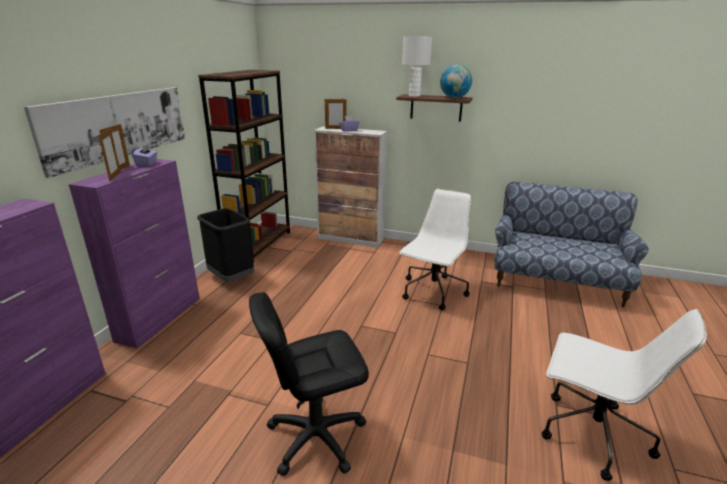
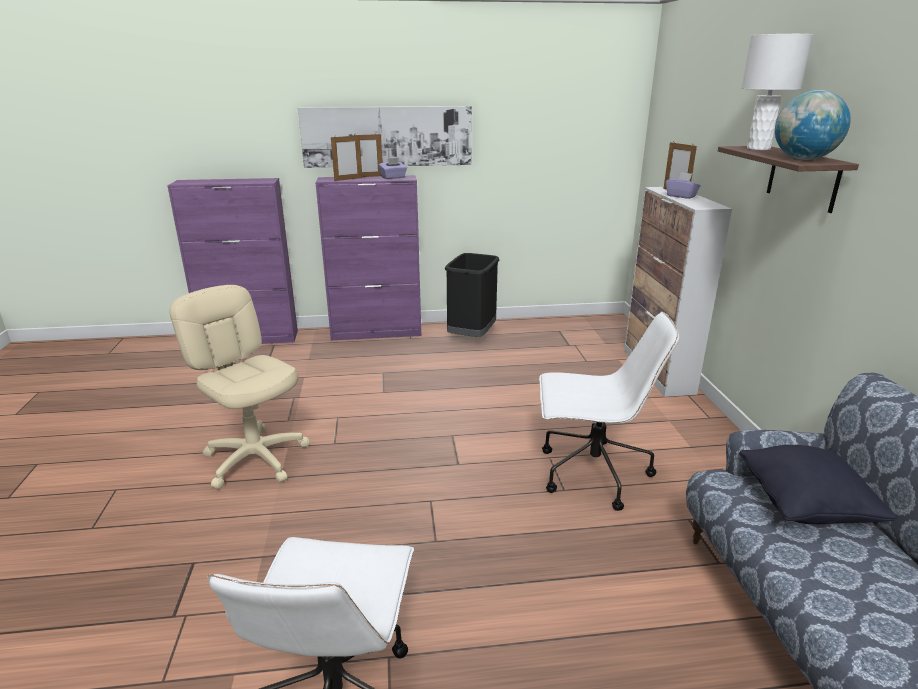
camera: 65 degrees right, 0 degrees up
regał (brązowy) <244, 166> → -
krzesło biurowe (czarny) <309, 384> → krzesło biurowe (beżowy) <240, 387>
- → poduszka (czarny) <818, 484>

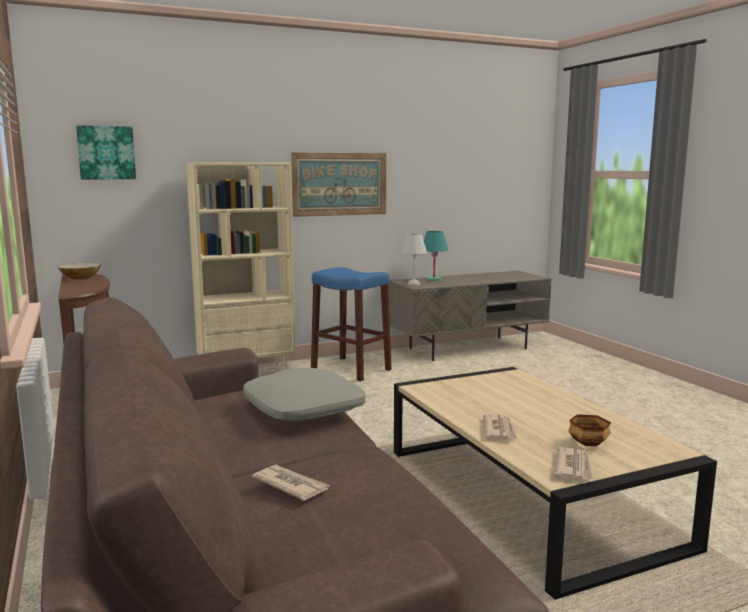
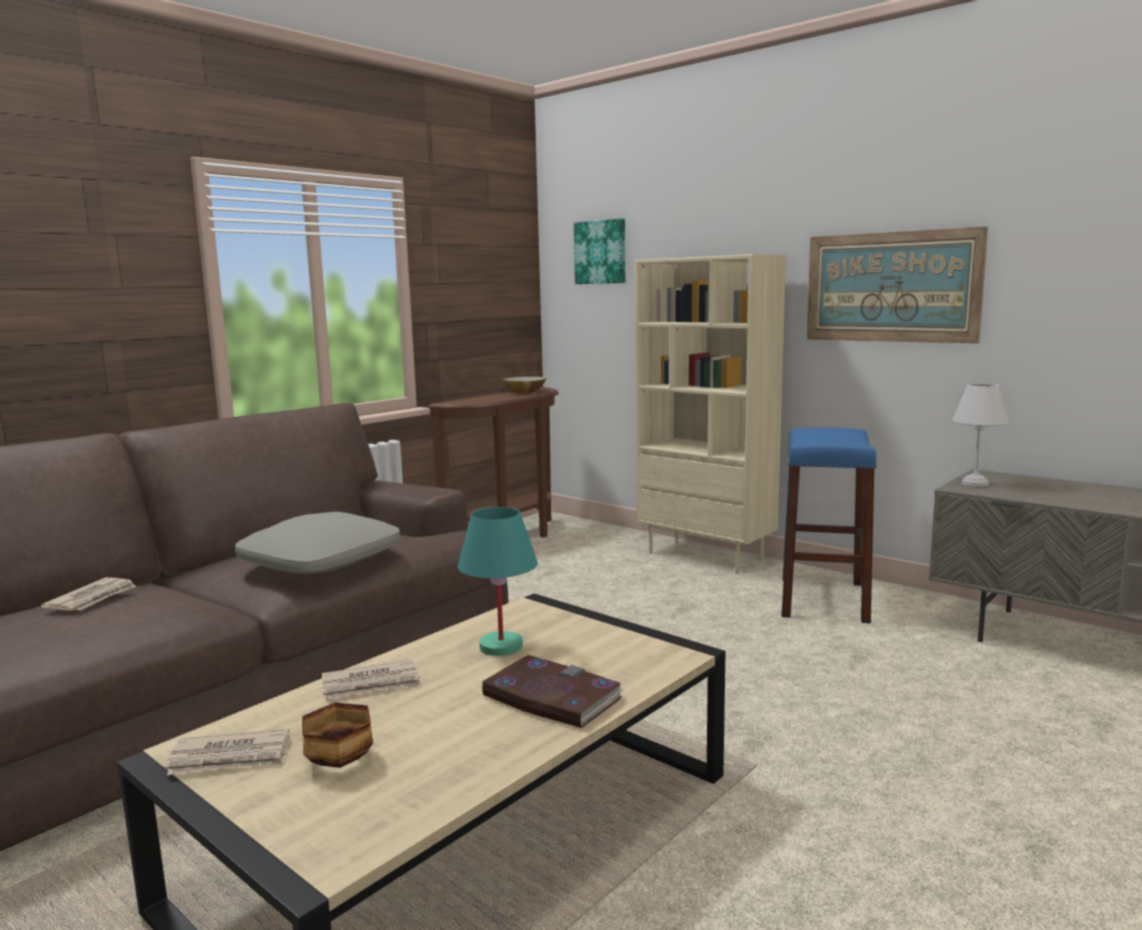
camera: 65 degrees right, 0 degrees up
lampa stołowa (turkusowy) <436, 256> → lampa stołowa (turkusowy) <497, 581>, move
- → książka <553, 691>

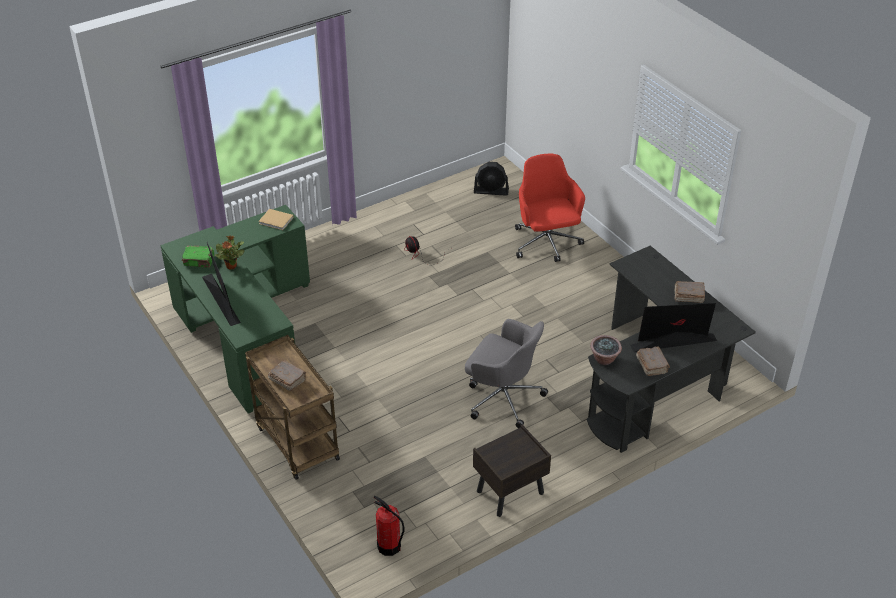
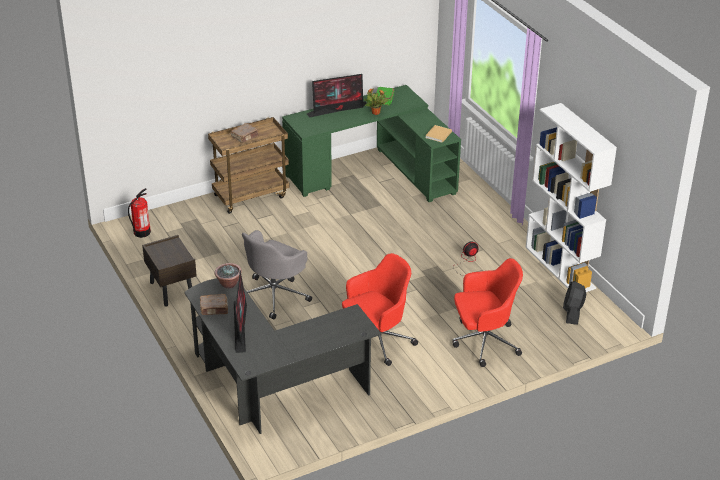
camera: 95 degrees right, 5 degrees down
książka (brązowy) <689, 292> → -
- → krzesło biurowe (czerwony) <380, 309>
- → regał (biały) <571, 197>

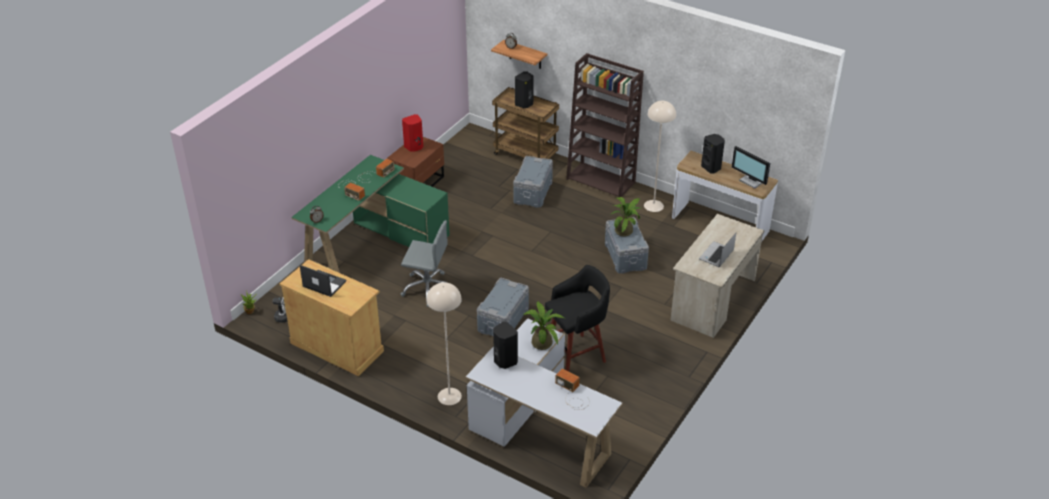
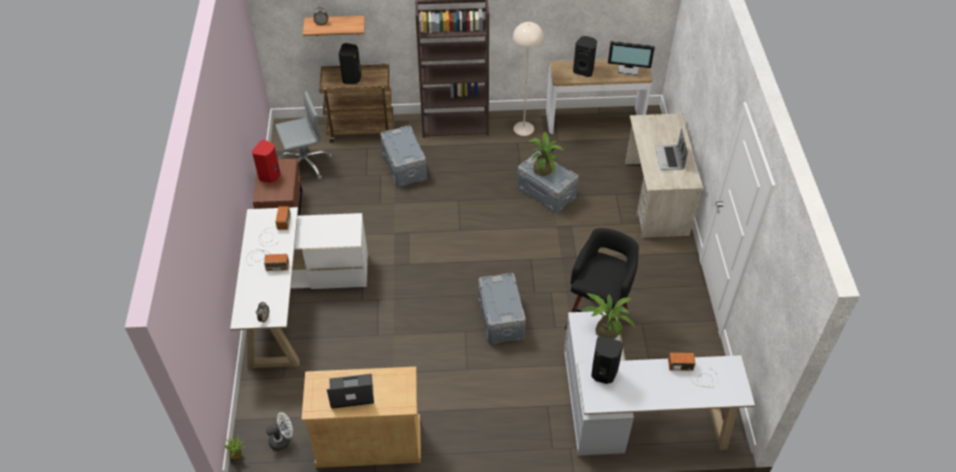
camera: 35 degrees left, 10 degrees up
biurko (zielony) <370, 214> → biurko (biały) <299, 287>
krzesło biurowe (szary) <424, 263> → krzesło biurowe (szary) <303, 135>, move
lampa stojąca (beżowy) <444, 343> → -

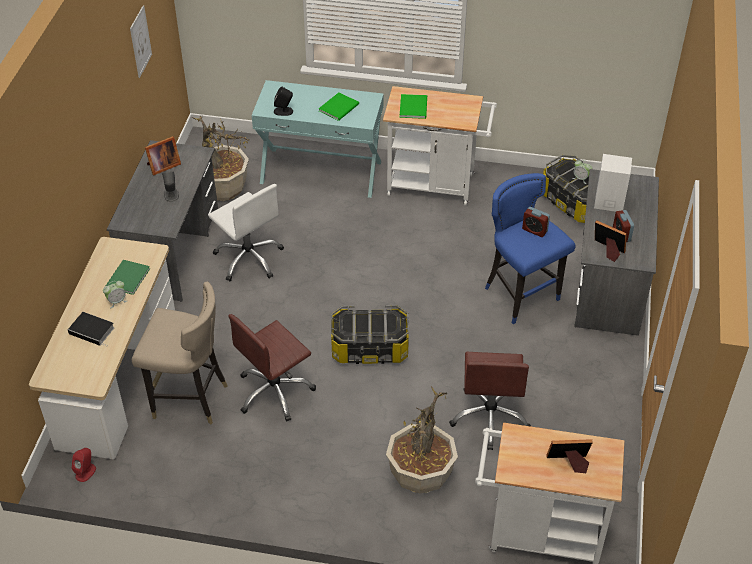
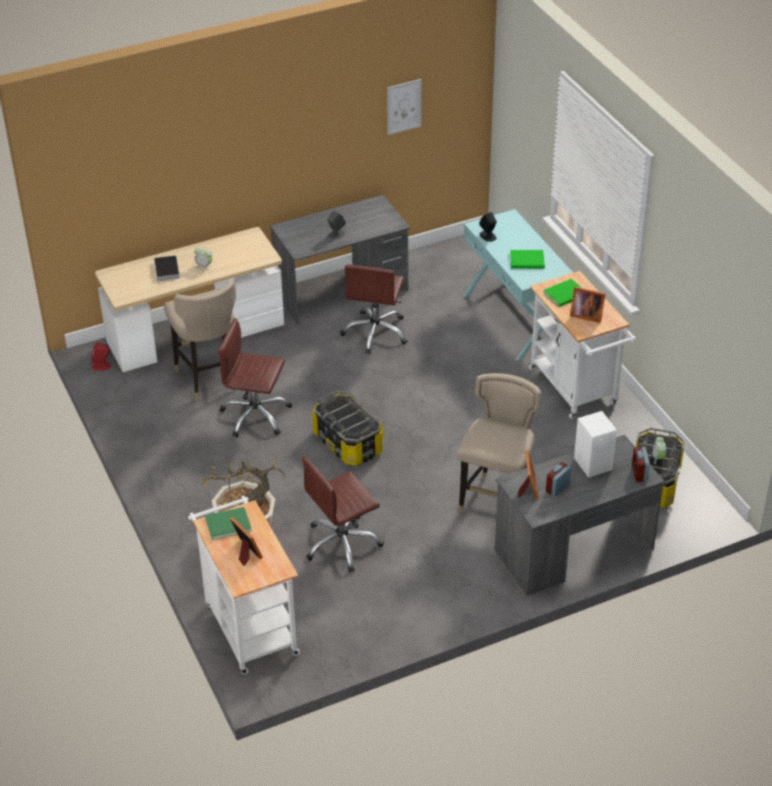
camera: 55 degrees right, 5 degrees down
książka (zielony) <128, 277> → książka (zielony) <228, 523>, move
ramka na zdjęcie <163, 155> → ramka na zdjęcie <588, 305>, move
roślina doniczkowa <221, 158> → -
krzesło biurowe (biały) <246, 232> → krzesło biurowe (brązowy) <373, 309>
stołek (niebieski) <530, 248> → stołek (beżowy) <498, 442>
budzik <536, 222> → budzik <641, 464>, move

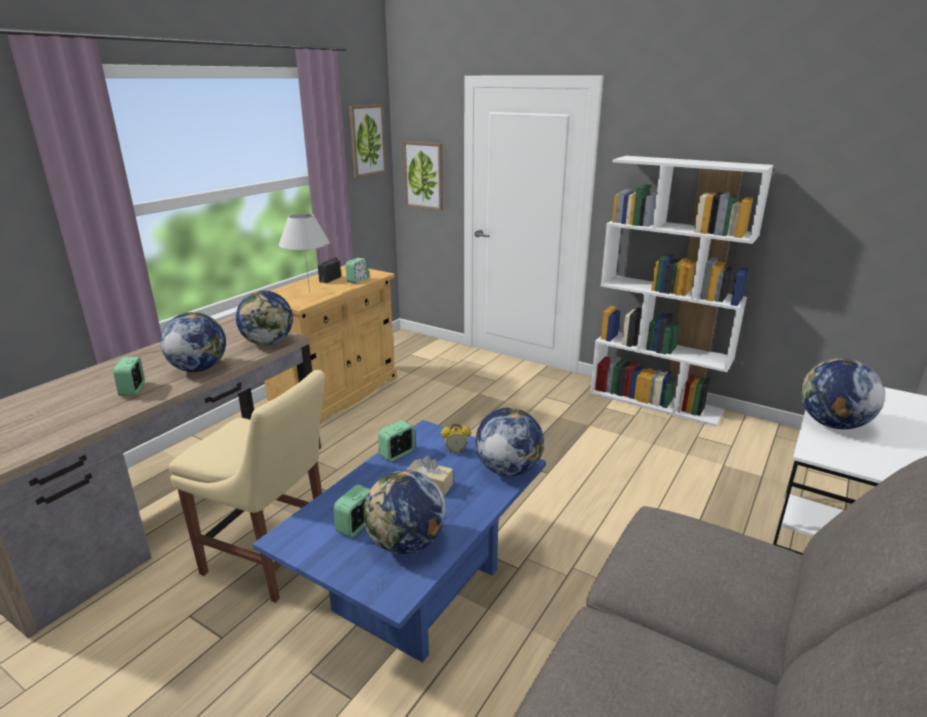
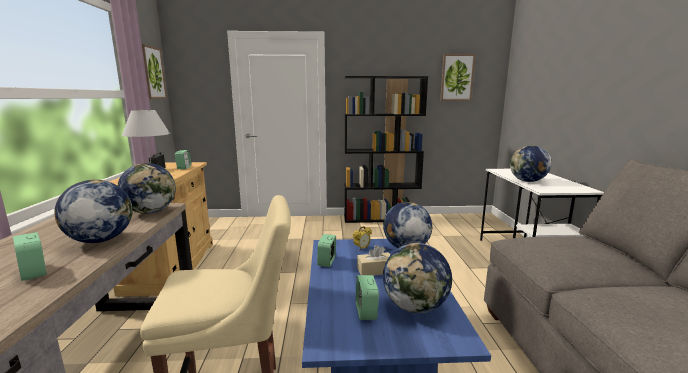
camera: 35 degrees left, 10 degrees down
obraz <423, 175> → obraz <457, 77>, move
regał (biały) <682, 291> → regał (czarny) <386, 149>

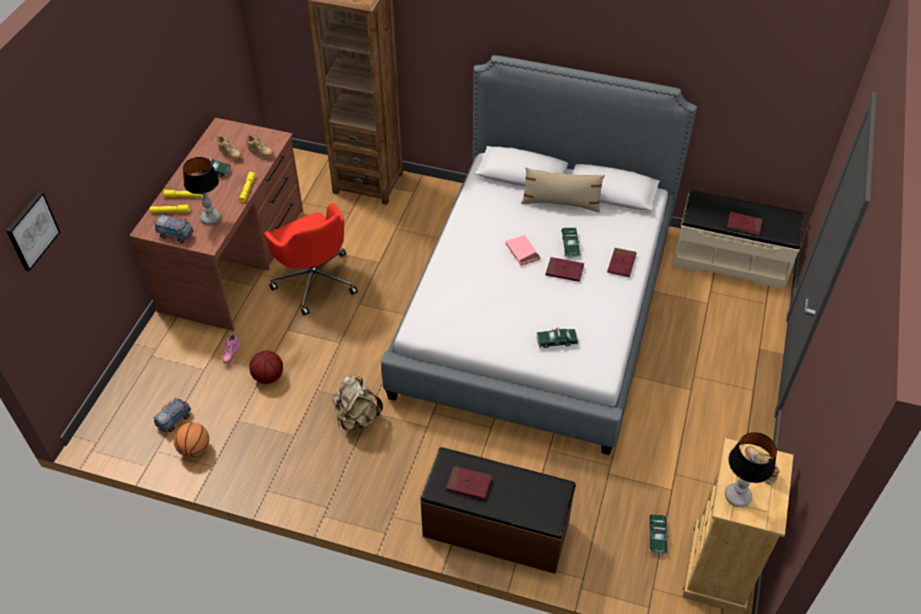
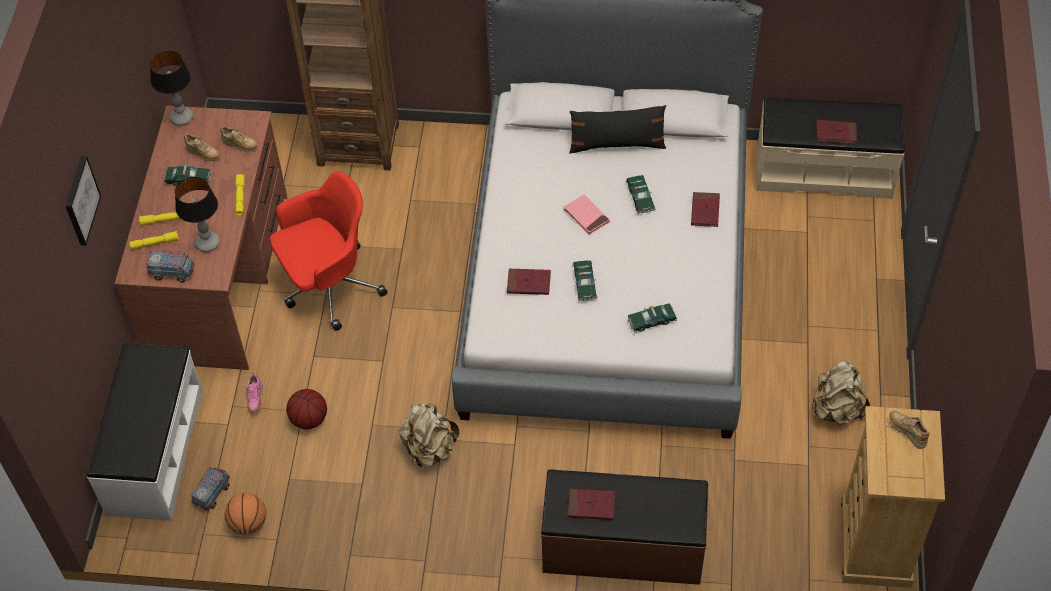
camera: 10 degrees left, 5 degrees up
obraz <33, 231> → obraz <83, 201>, move
krzesło biurowe (czerwony) <310, 259> → krzesło biurowe (czerwony) <329, 251>, 75 degrees counterclockwise
poduszka (beżowy) <563, 189> → poduszka (czarny) <617, 129>
książka (czerwony) <565, 269> → książka (czerwony) <529, 282>, move
samochodzik <658, 534> → samochodzik <585, 280>, move
lampa stołowa <751, 469> → lampa stołowa <171, 88>, move
- → ławka (biały) <145, 432>
- → plecak (beżowy) <840, 392>

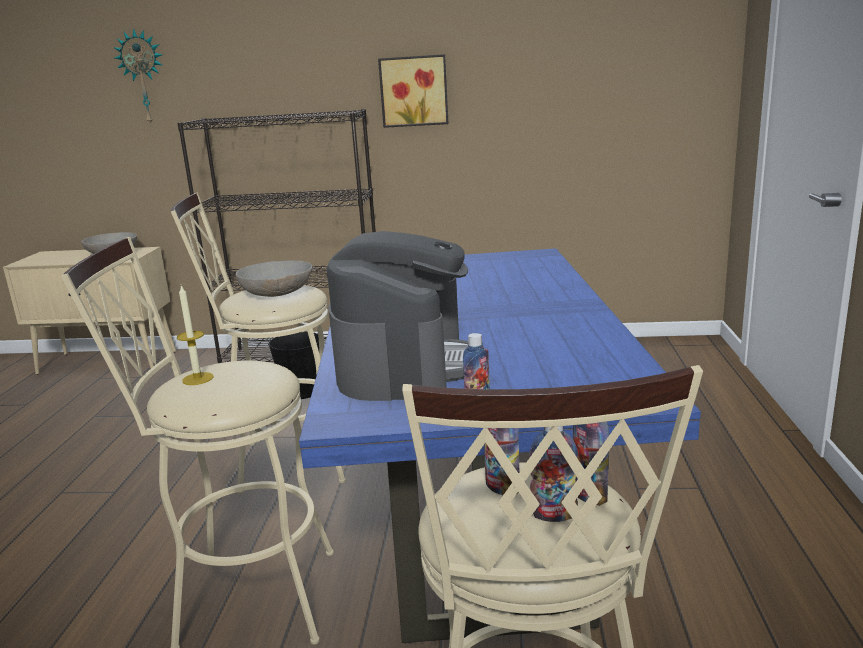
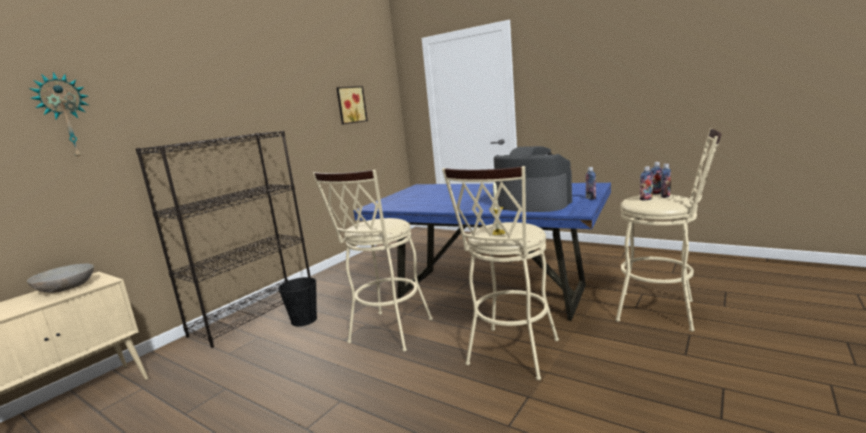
camera: 60 degrees left, 5 degrees down
miska (szary) <274, 278> → -
obraz <413, 91> → obraz <352, 105>, move

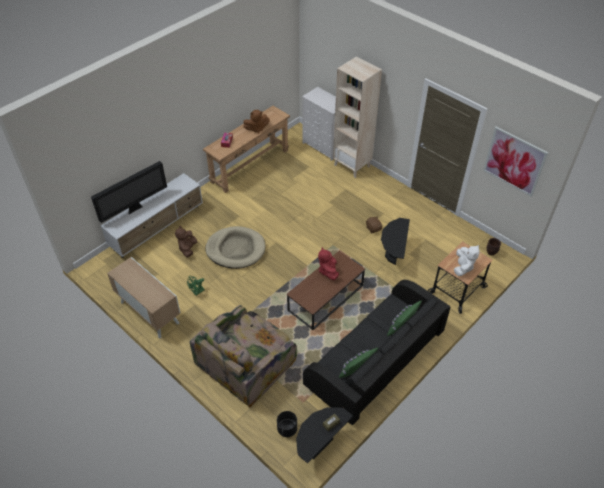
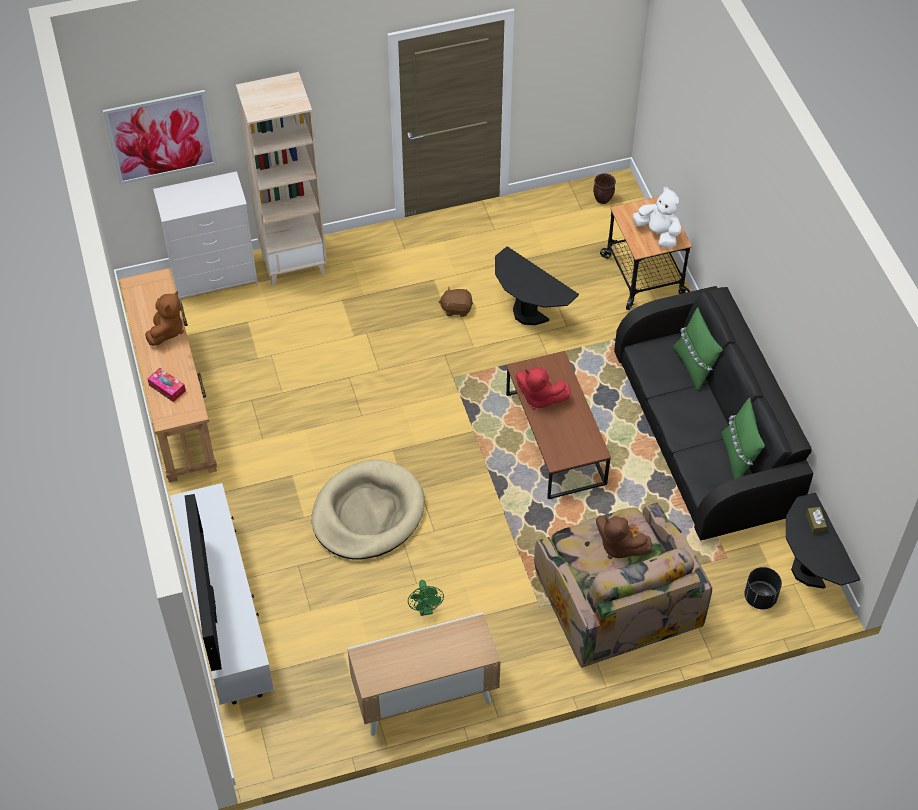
camera: 60 degrees left, 5 degrees up
pluszak (brązowy) <186, 241> → pluszak (brązowy) <624, 537>, move
obraz <515, 162> → obraz <160, 137>, move

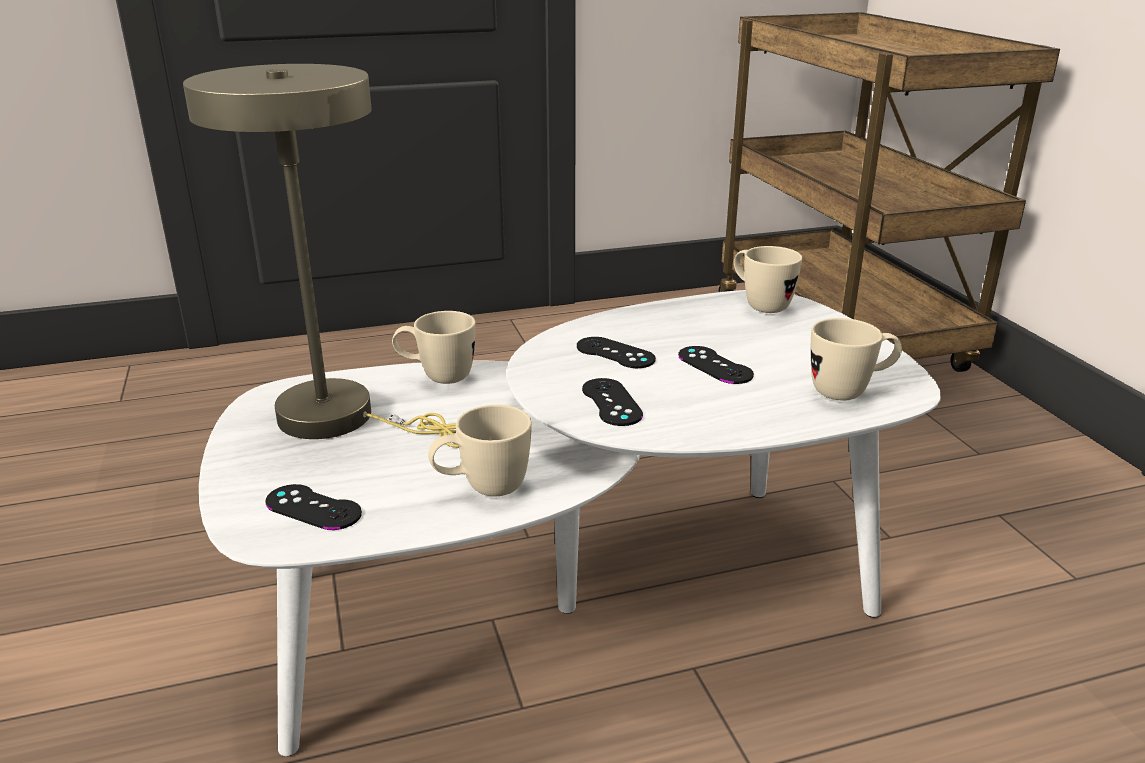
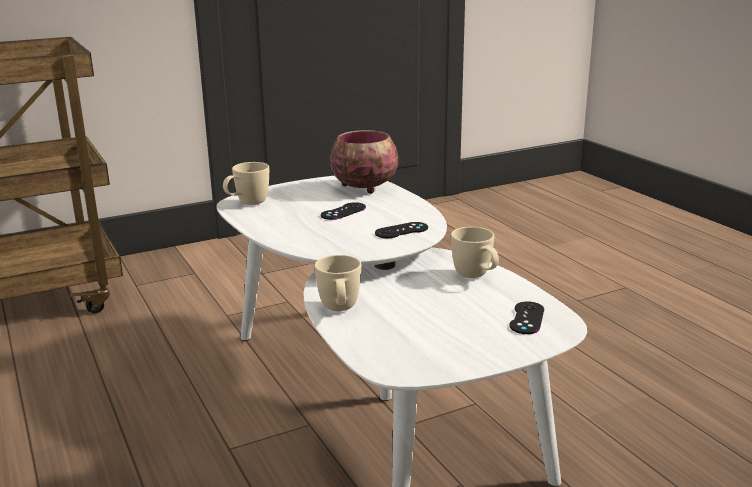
camera: 100 degrees left, 5 degrees down
lampa stołowa (beżowy) <321, 256> → -
pad do gier (czarny) <616, 352> → -
kubek (beżowy) <856, 359> → miska <363, 162>

